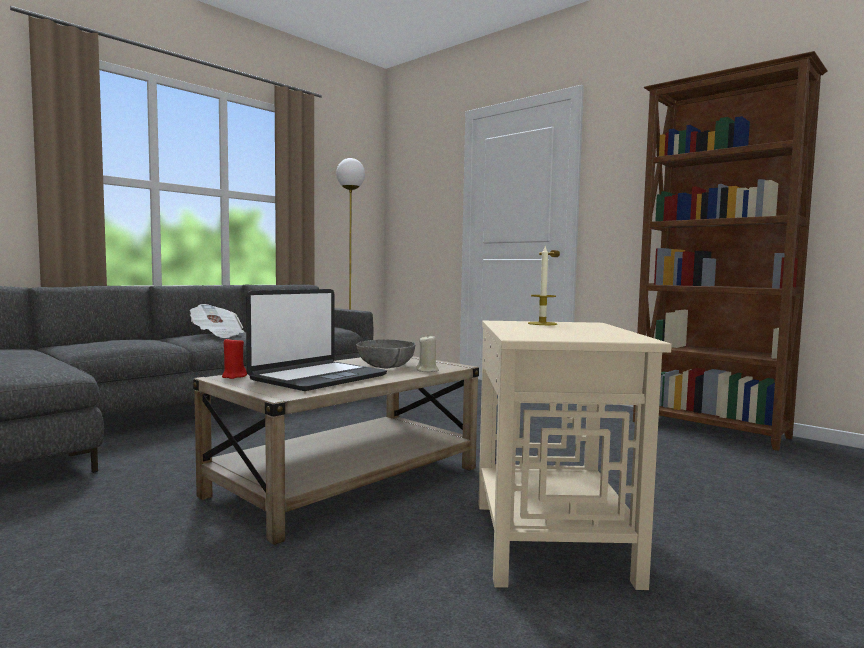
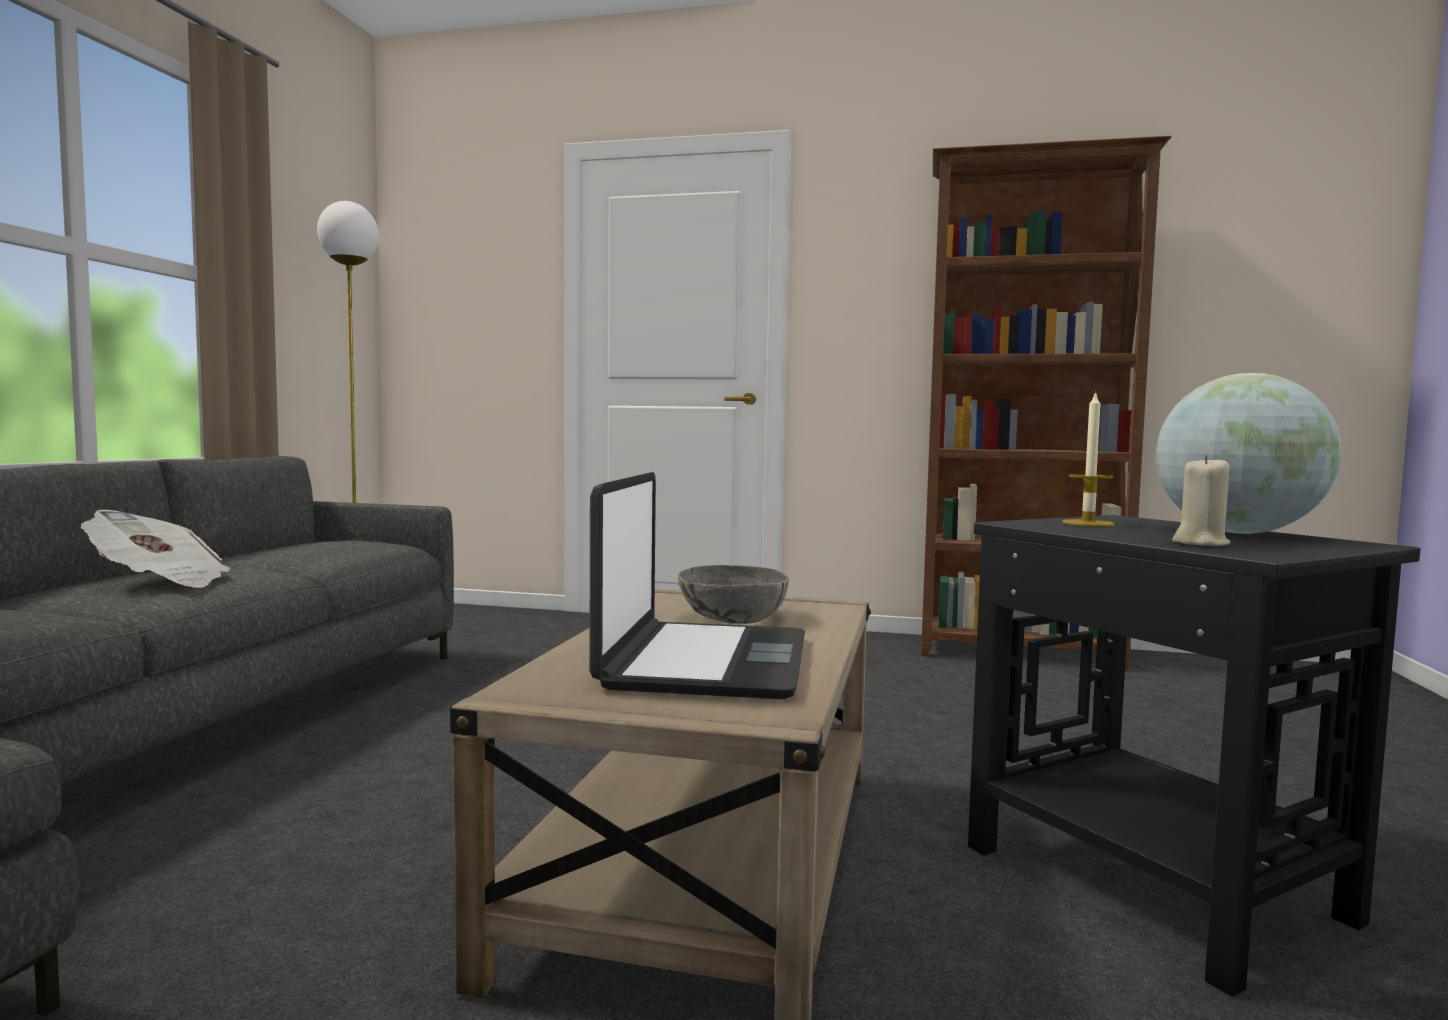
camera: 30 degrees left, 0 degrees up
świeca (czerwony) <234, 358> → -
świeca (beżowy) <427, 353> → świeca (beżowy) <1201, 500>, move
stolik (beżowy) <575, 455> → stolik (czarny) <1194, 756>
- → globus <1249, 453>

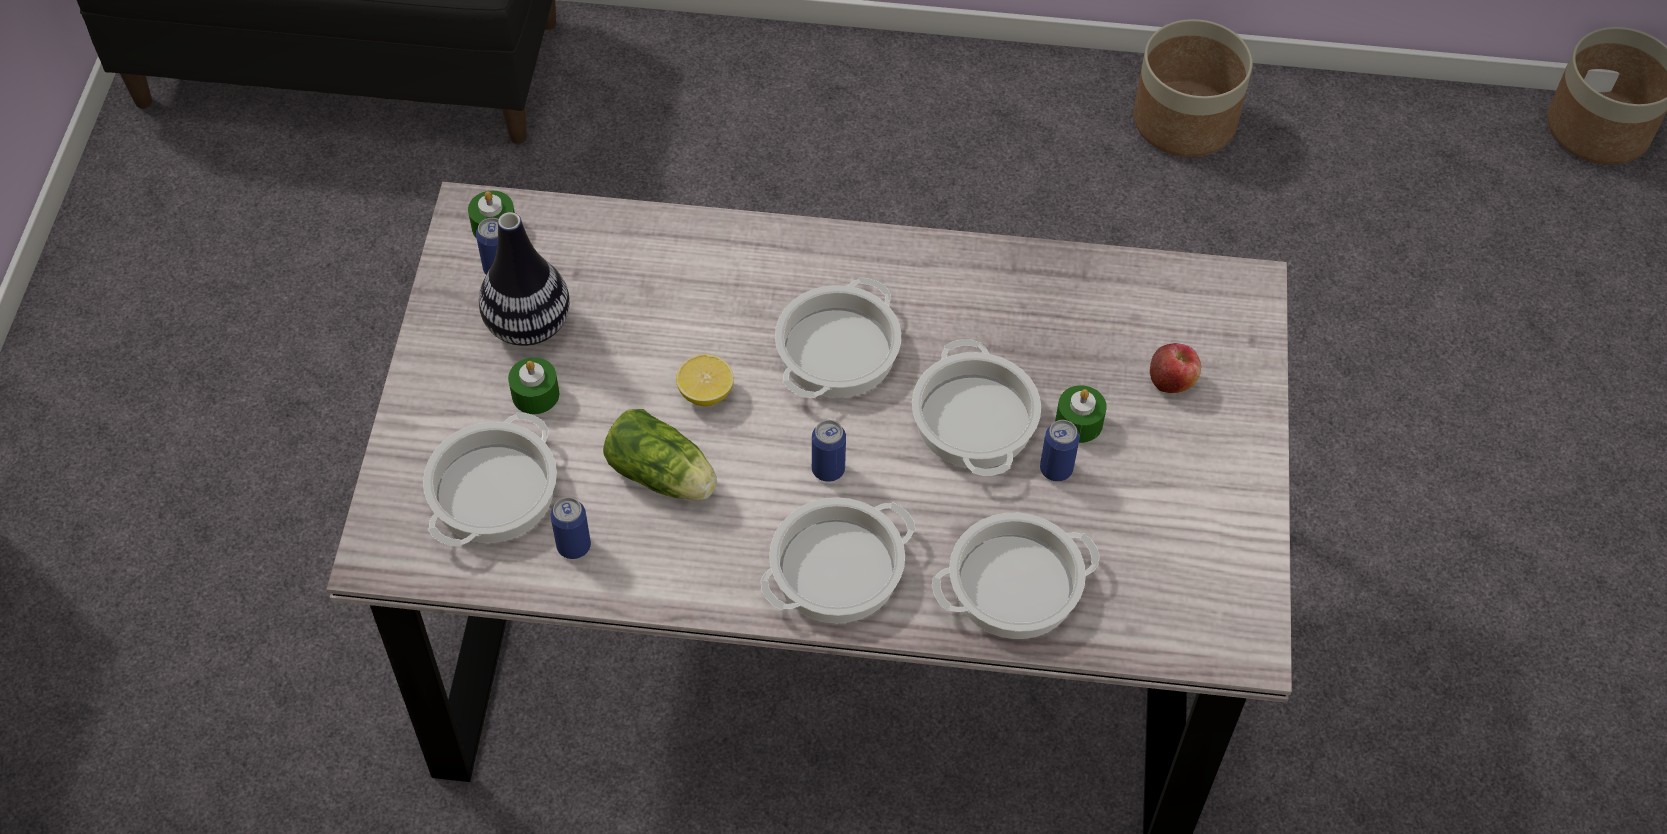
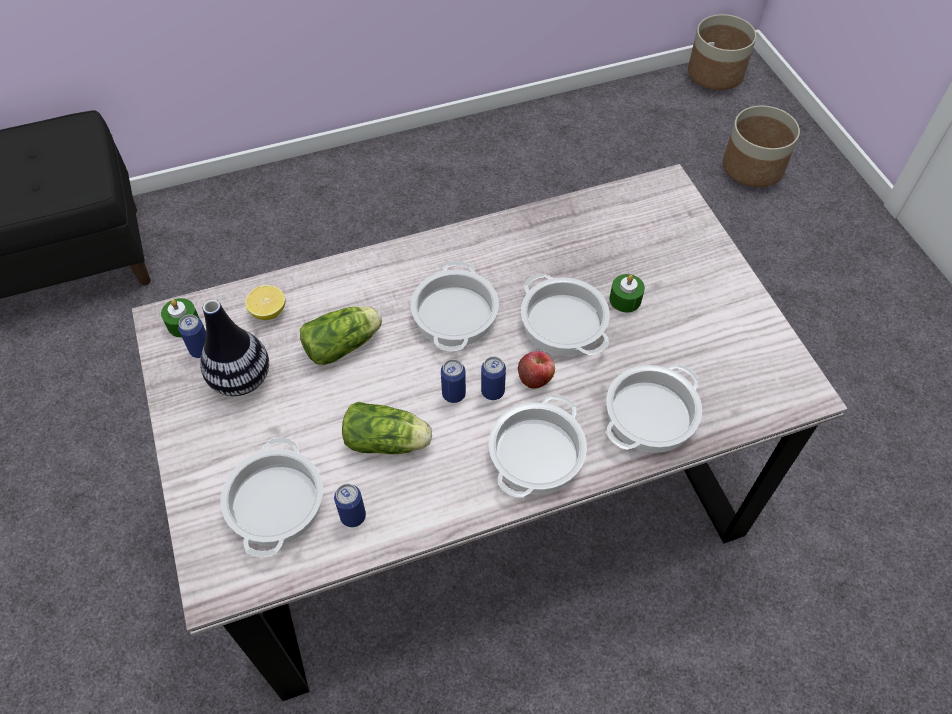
camera: 25 degrees left, 0 degrees up
świeca (zielony) <533, 385> → -
cytryna <705, 380> → cytryna <265, 302>, move
puszka <1060, 450> → puszka <453, 381>, move
donica <1193, 88> → donica <761, 147>, move
jabłko <1175, 368> → jabłko <536, 370>, move
- → sałata <341, 335>

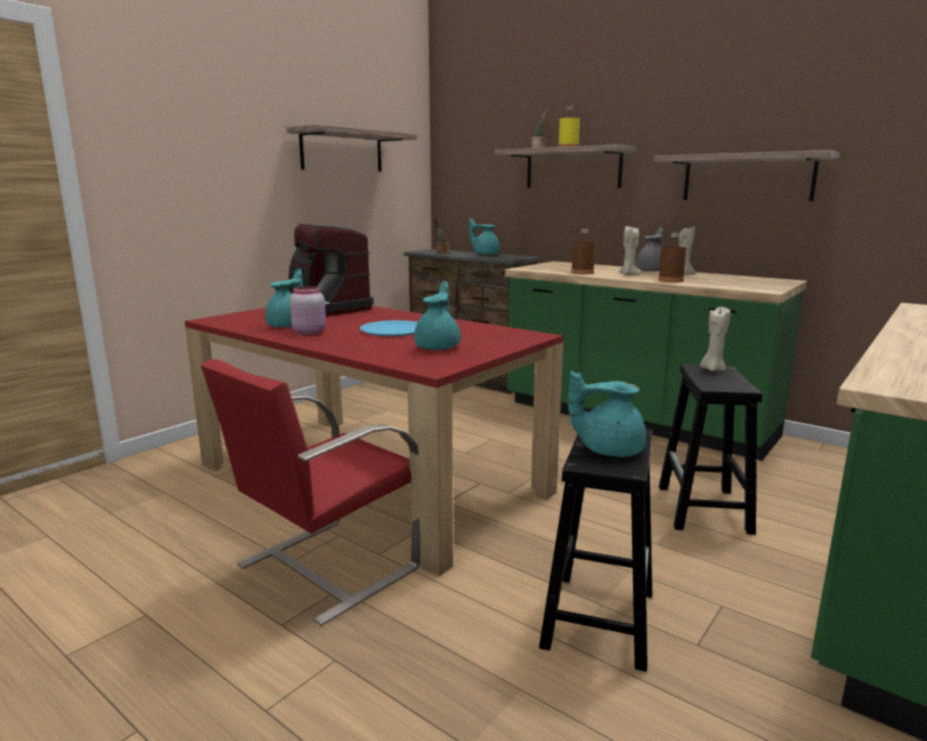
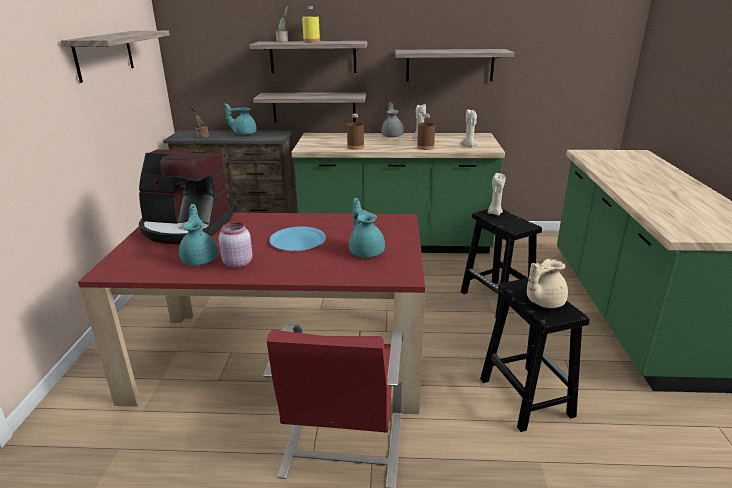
camera: 35 degrees left, 10 degrees up
imbryk (turkusowy) <607, 414> → imbryk (beżowy) <547, 283>
świeca (beżowy) <629, 250> → świeca (beżowy) <469, 128>, move
- → półka <309, 107>

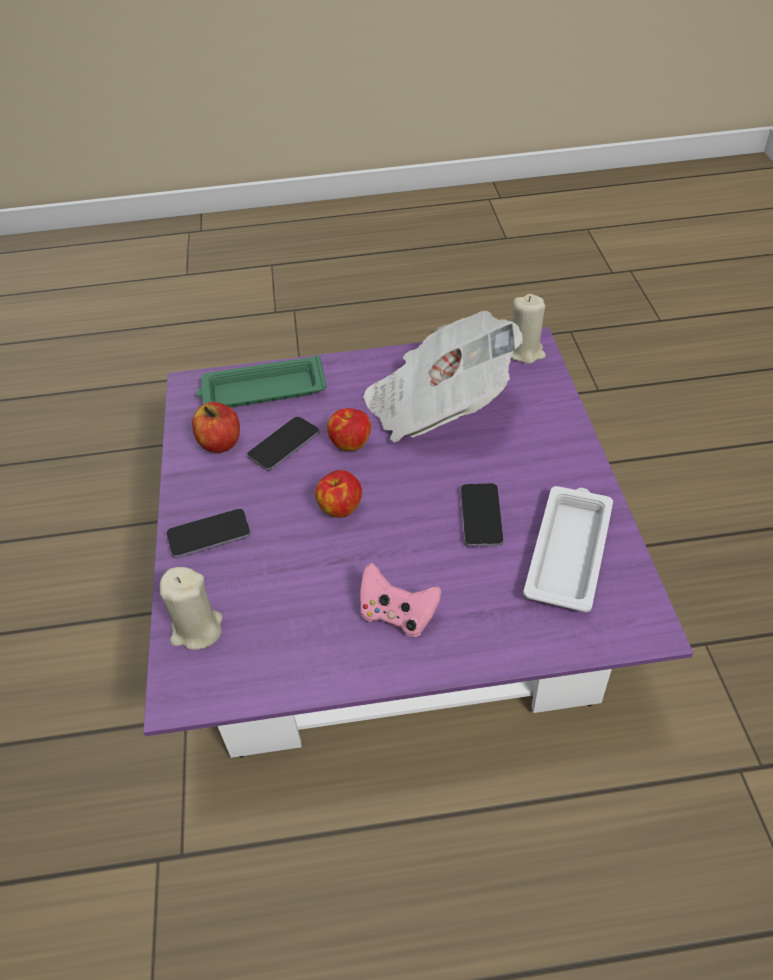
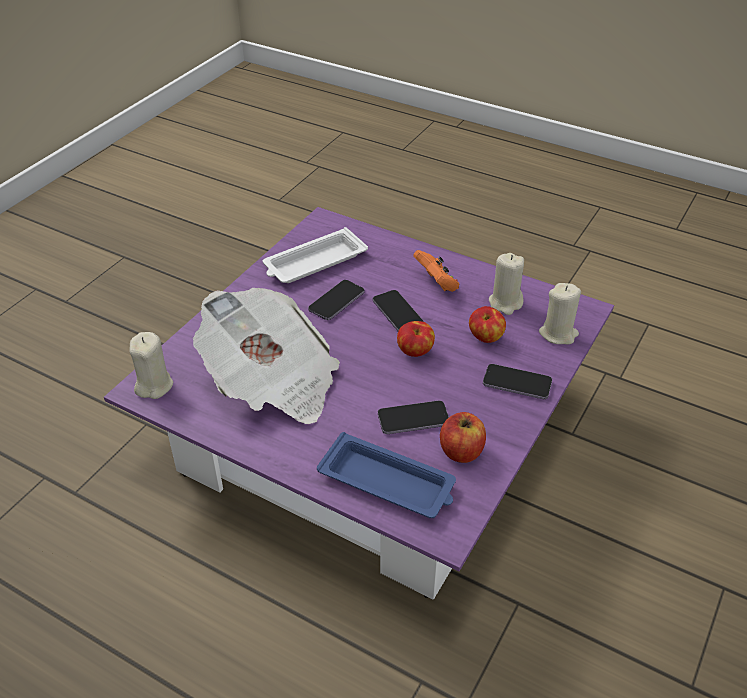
camera: 145 degrees left, 5 degrees down
taca (zielony) <261, 381> → taca (niebieski) <386, 475>
jabłko <349, 429> → jabłko <487, 324>, move
pad do gier (różowy) <400, 600> → pad do gier (pomarańczowy) <436, 271>
- → telefon <398, 310>
- → świeca (beżowy) <506, 284>

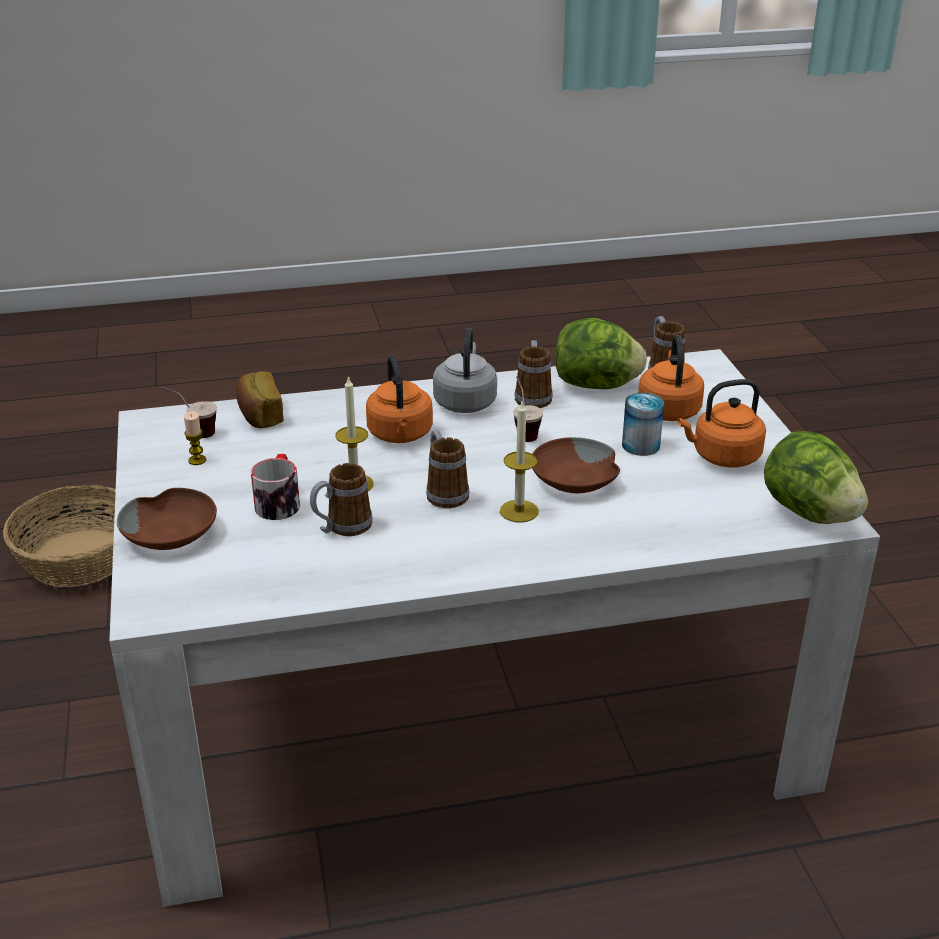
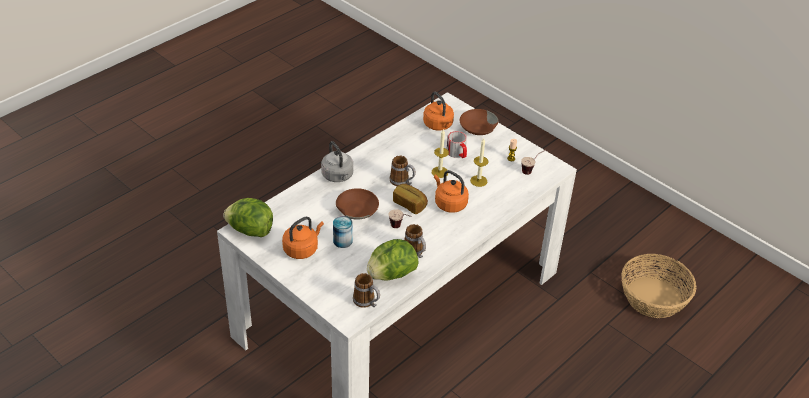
camera: 145 degrees right, 10 degrees up
chleb <260, 399> → chleb <410, 199>, move
kubek <341, 499> → -
czajnik (szary) <465, 370> → czajnik (szary) <337, 161>, move
świeca <519, 462> → świeca <479, 162>, move
czajnik (pomarańczowy) <671, 378> → czajnik (pomarańczowy) <438, 111>, move

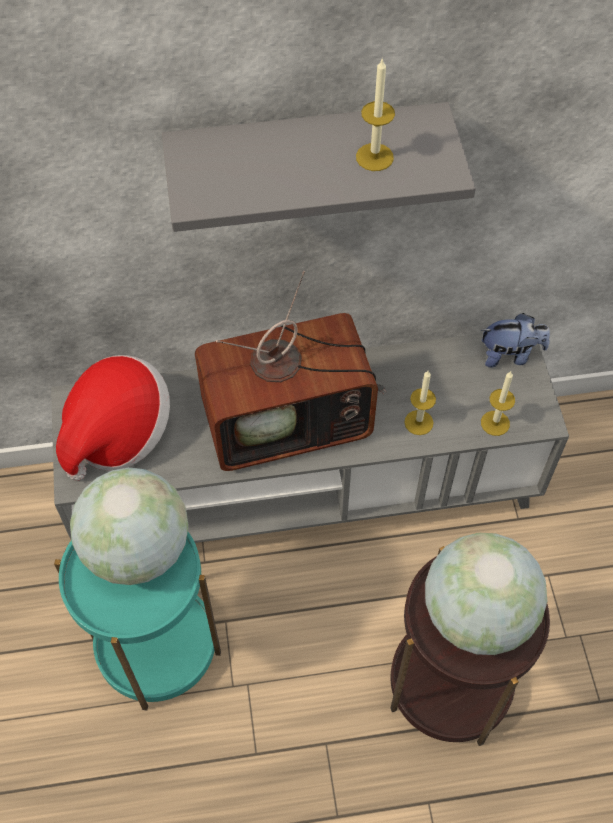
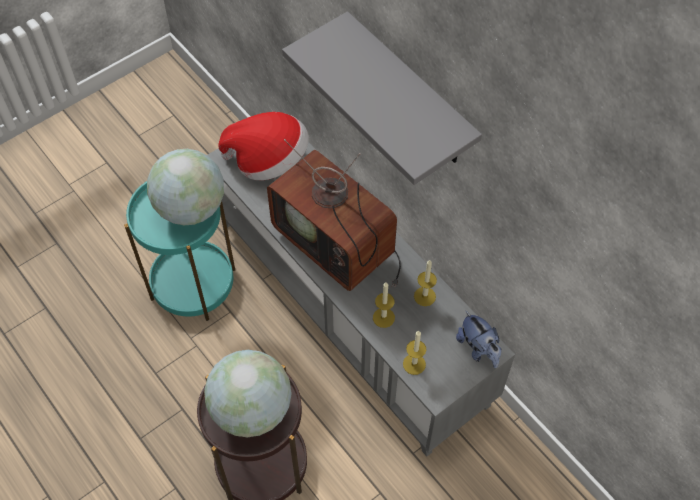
camera: 60 degrees right, 0 degrees up
świeca <375, 114> → świeca <425, 283>, move

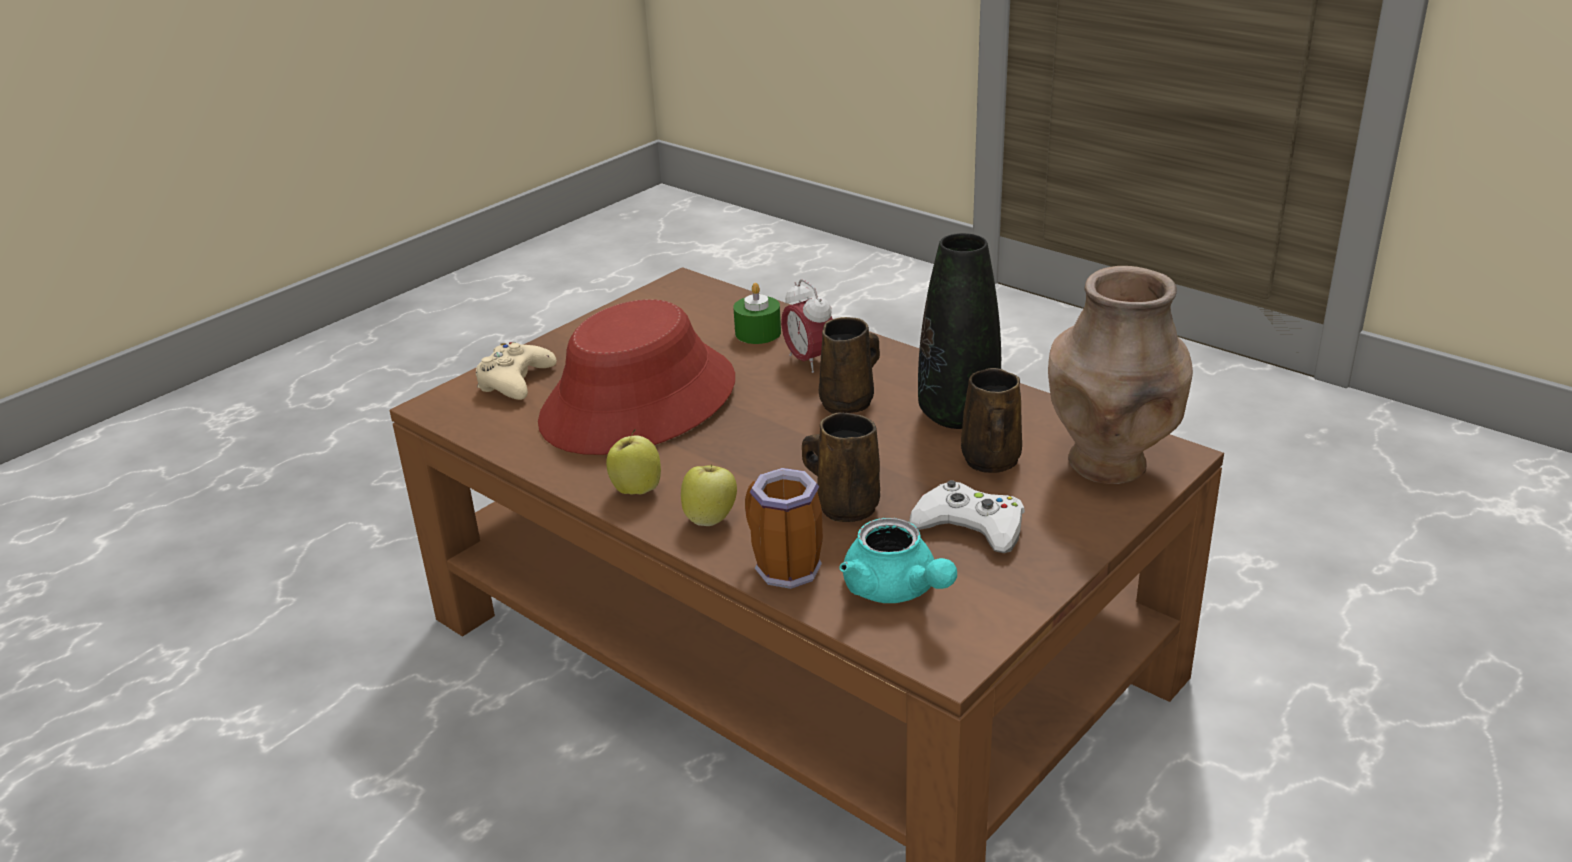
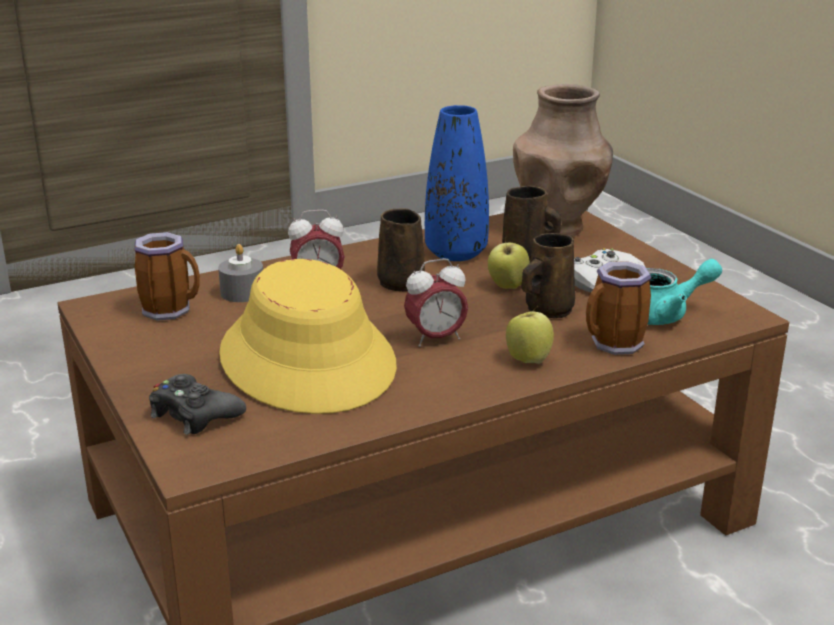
camera: 70 degrees left, 5 degrees down
pad do gier (beżowy) <516, 371> → pad do gier (czarny) <197, 404>
kapelusz (czerwony) <636, 377> → kapelusz (żółty) <308, 336>
jabłko <633, 461> → jabłko <509, 263>, move
świeca (zielony) <757, 313> → świeca (szary) <240, 273>
wazon (czarny) <959, 331> → wazon (niebieski) <457, 183>
- → kubek <167, 276>
- → budzik <436, 302>

